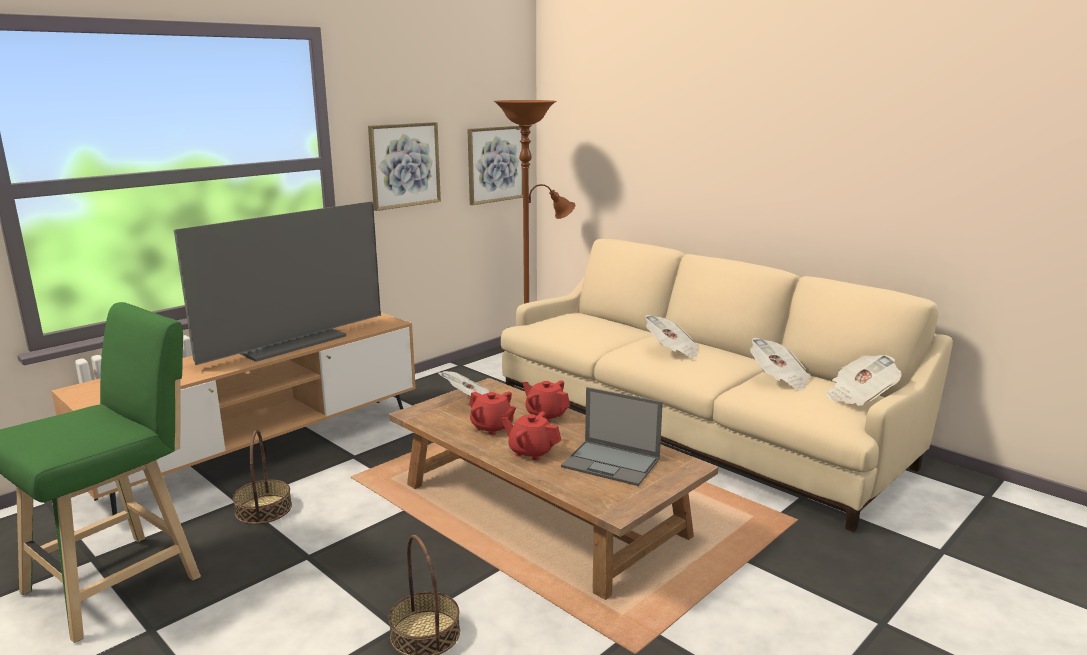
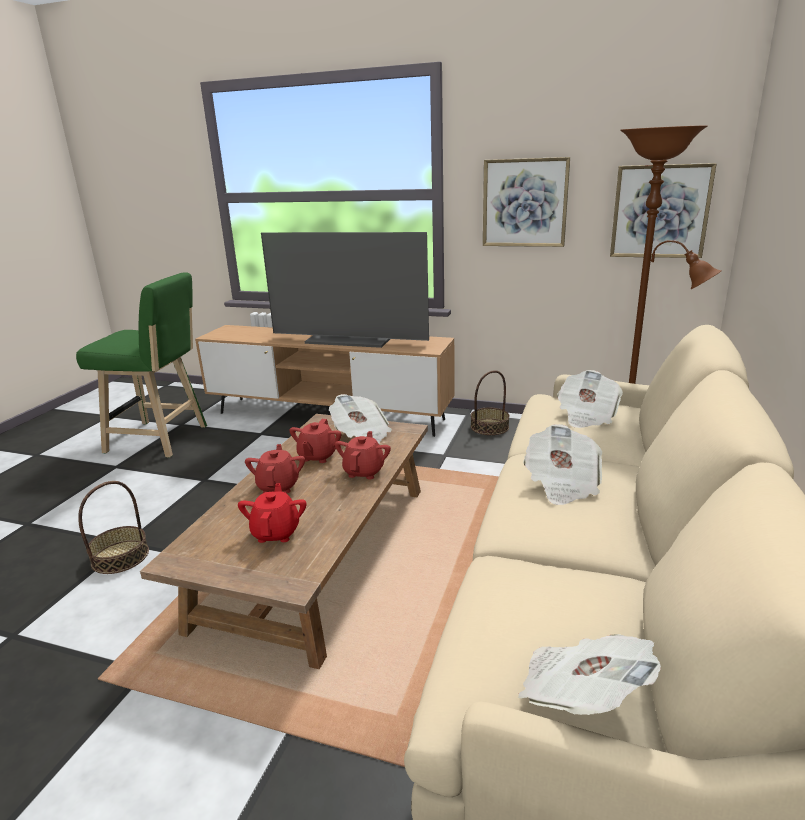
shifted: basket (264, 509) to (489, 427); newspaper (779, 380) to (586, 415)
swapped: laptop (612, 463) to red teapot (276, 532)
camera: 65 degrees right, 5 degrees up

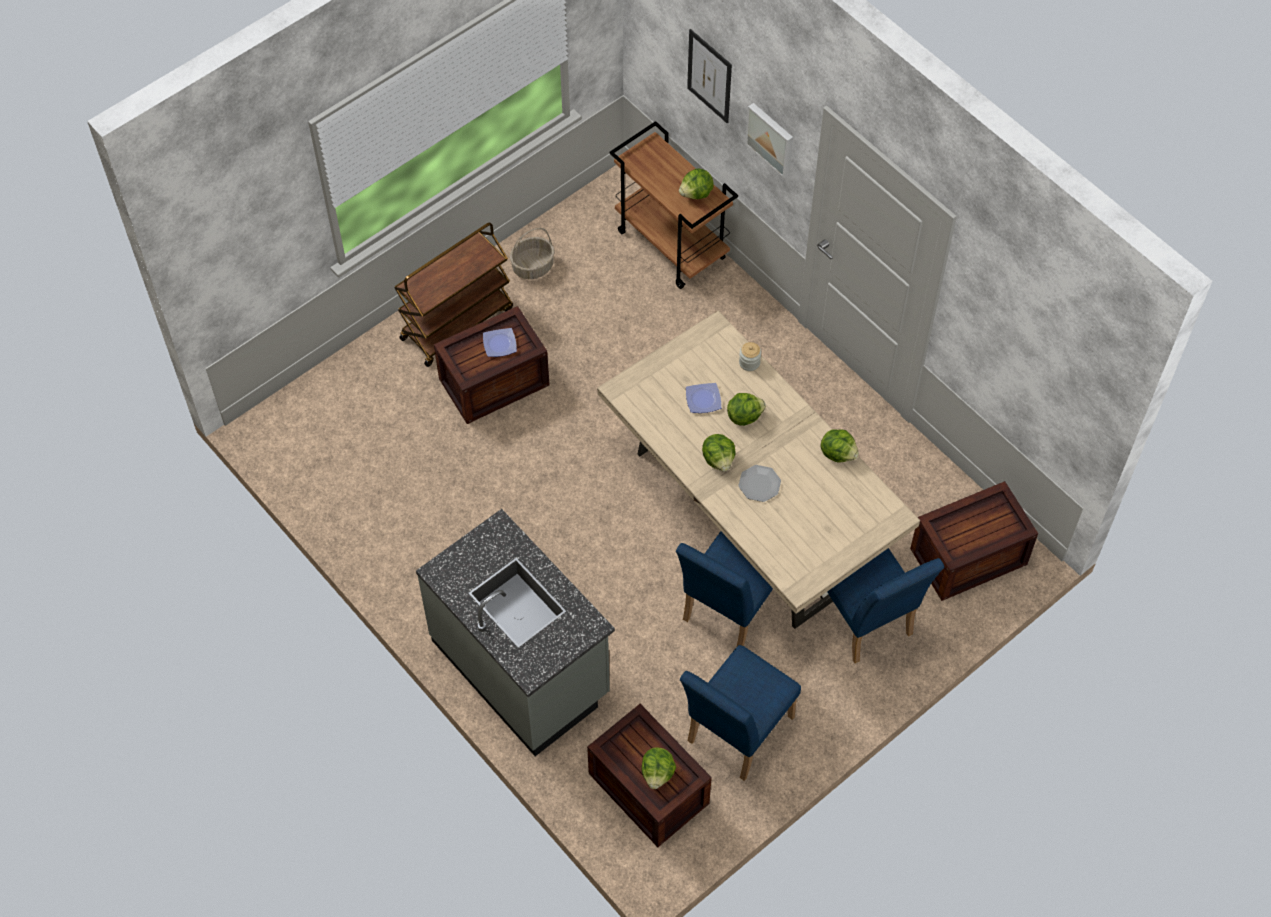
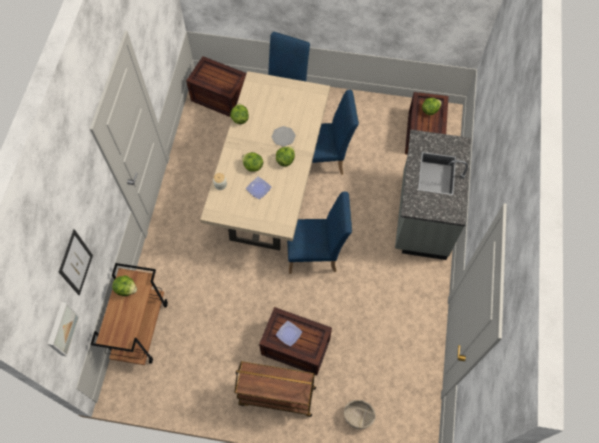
shifted: basket (532, 267) to (358, 416); blue chair (735, 734) to (316, 255); picture (771, 138) to (61, 329)
camera: 130 degrees left, 5 degrees up

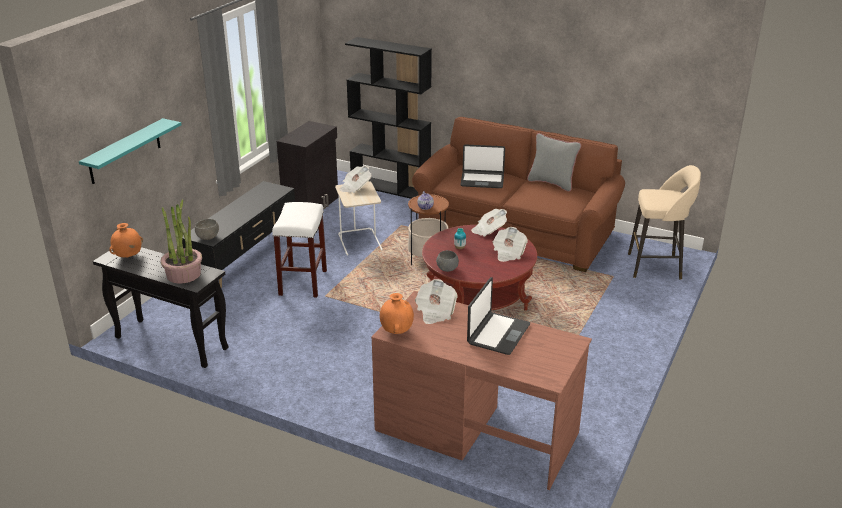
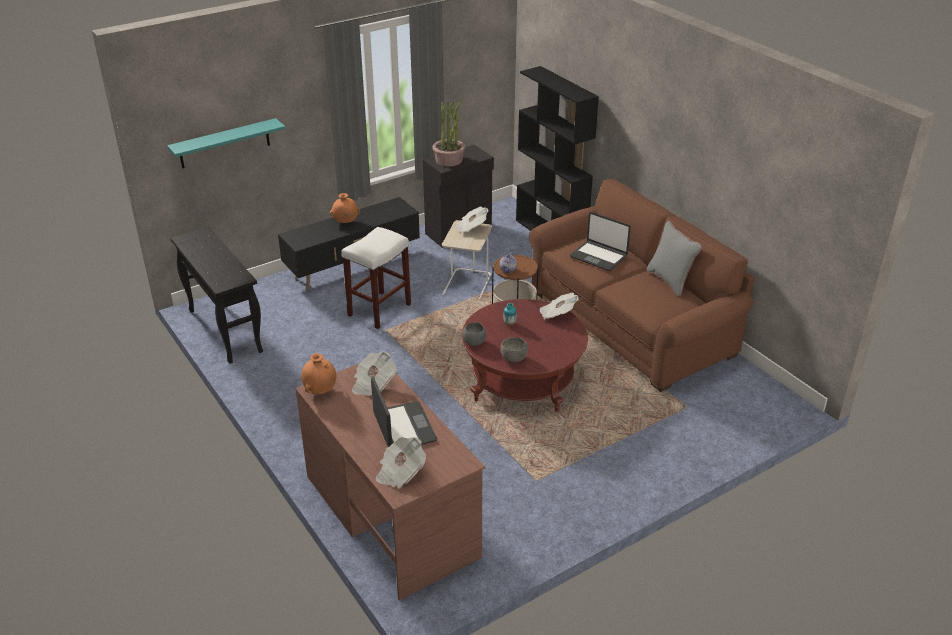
gone: beige stool (656, 266)
shifted: orange vase (128, 257) to (345, 222); potted plant (183, 274) to (449, 160); grey bowl (208, 237) to (514, 358); newspaper (508, 253) to (400, 472)
rotated: laptop (497, 334) = (403, 427) 75 degrees counterclockwise
camera: 30 degrees right, 5 degrees up

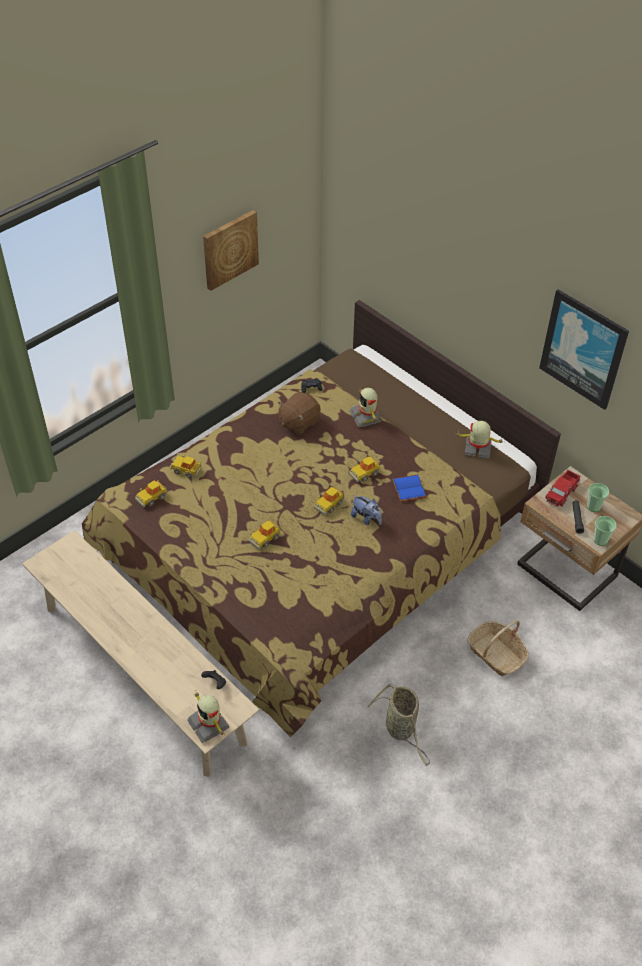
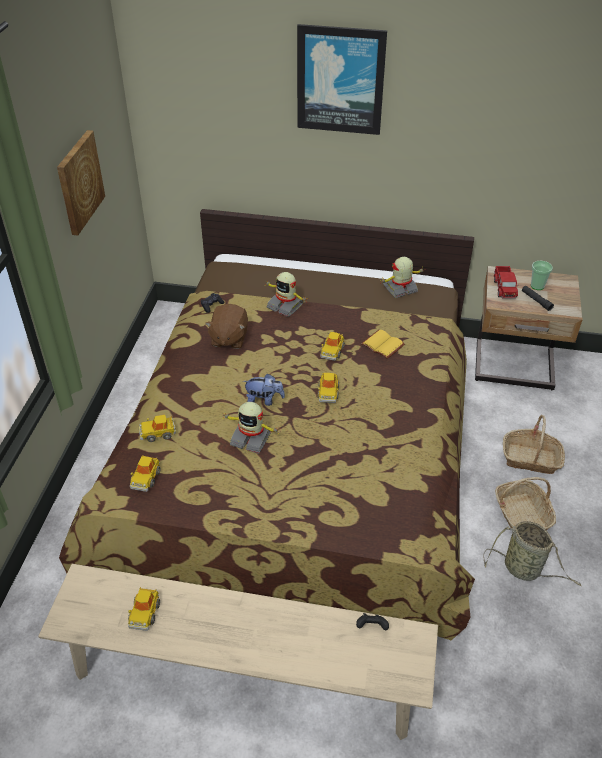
gone: cup (600, 540)
new: basket (521, 514)
shifted: toy robot (209, 724) to (251, 438); toy car (265, 538) to (144, 613); plush toy (366, 518) to (264, 400); picture (583, 349) to (340, 80)
repainted: blue book (410, 489) to yellow book (384, 344)
camera: 35 degrees left, 5 degrees down

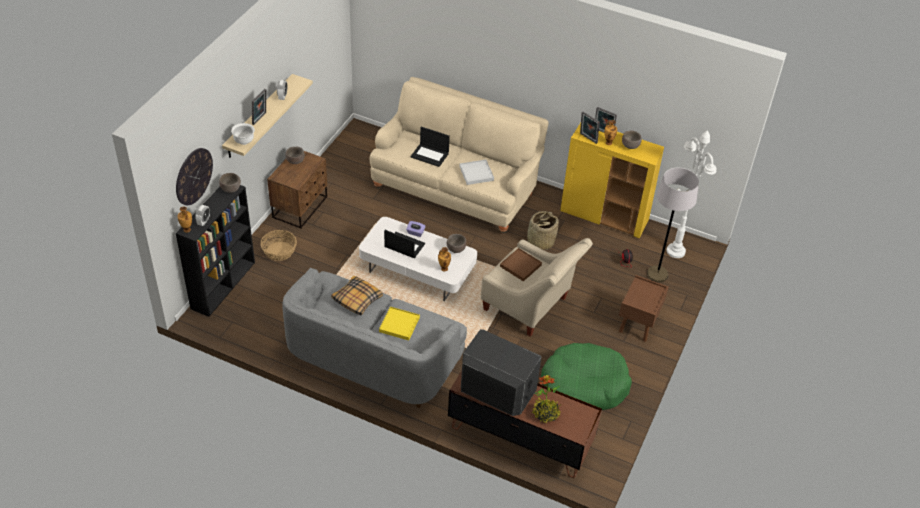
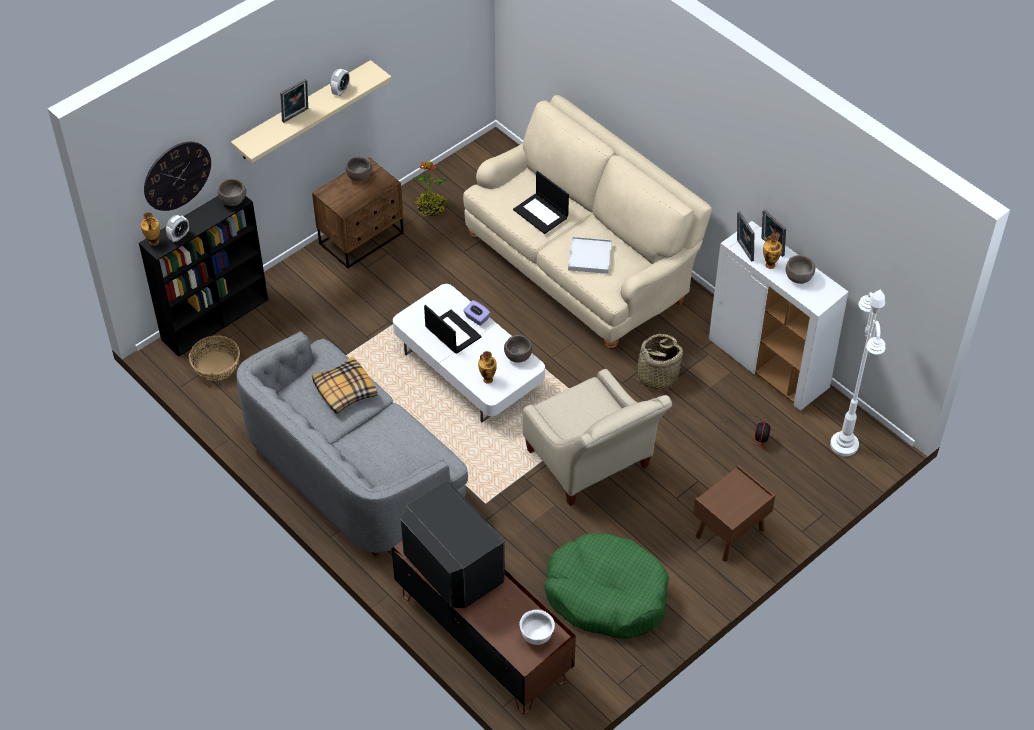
gone: yellow tray (399, 324); brown tray (520, 266); grey floor lamp (657, 274)
shifted: white bowl (244, 141) to (536, 636); basket (279, 251) to (216, 366); potted plant (546, 413) to (431, 208)
repainted: yellow cabinet (604, 216) to white cabinet (769, 364)
camera: 25 degrees right, 5 degrees up

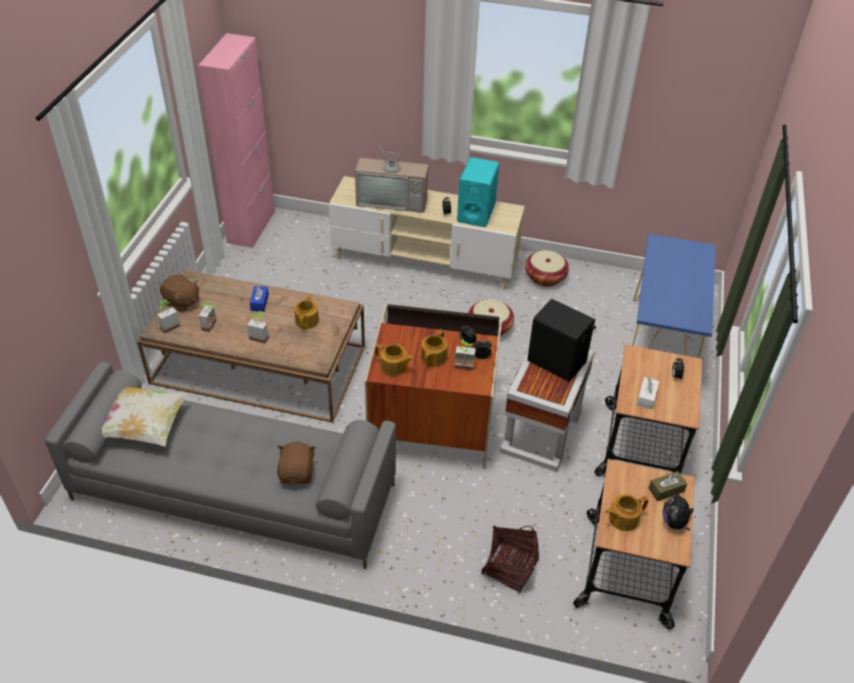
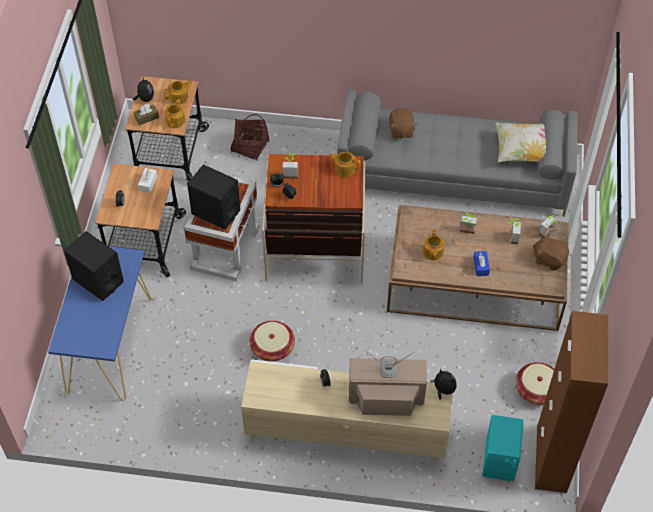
new: black speaker (98, 281); plush toy (443, 390)
shifted: teapot (433, 358) to (176, 120); turquoise speaker (476, 212) to (499, 460); basket (545, 277) to (536, 390)
repainted: pink cabinet (251, 227) to brown cabinet (551, 459)
camera: 175 degrees right, 10 degrees up

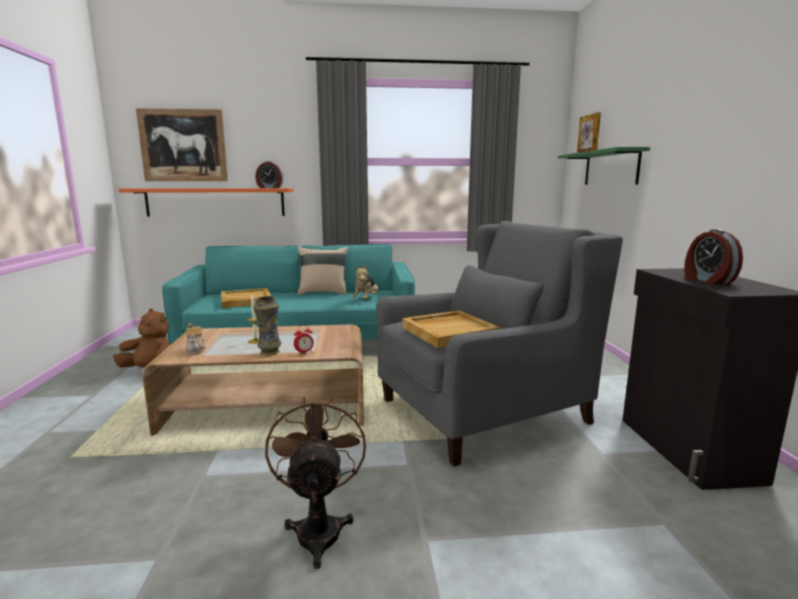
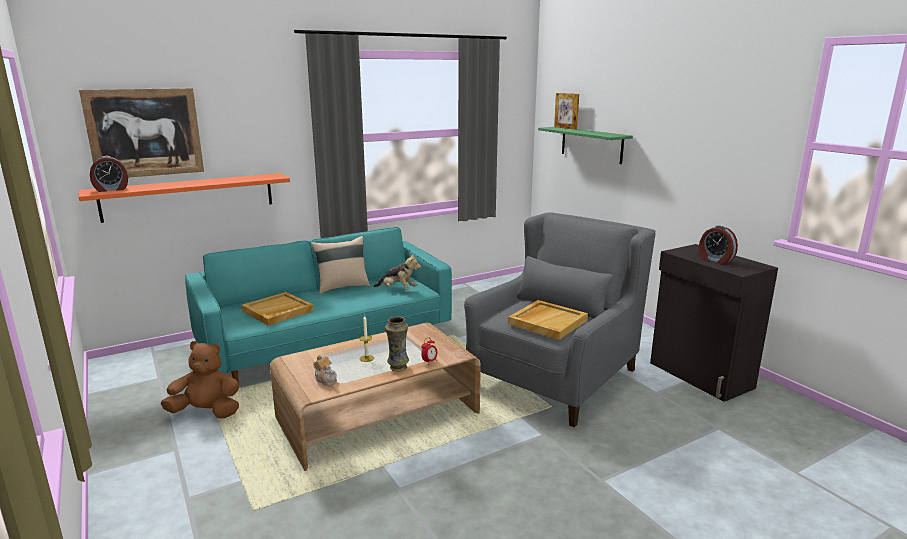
gone: brown fan (319, 528)
shifted: alarm clock (269, 188) to (111, 189)
rotated: plush toy (366, 300) = (398, 290) 60 degrees counterclockwise
camera: 25 degrees left, 5 degrees up

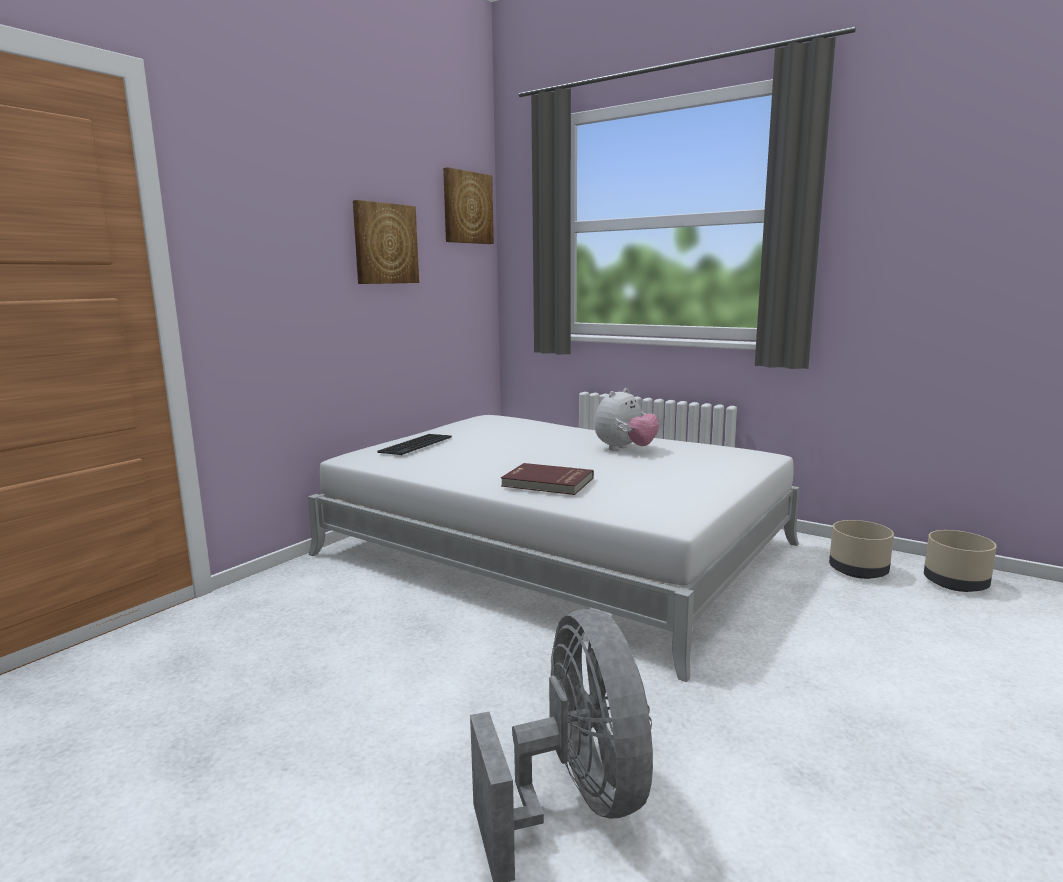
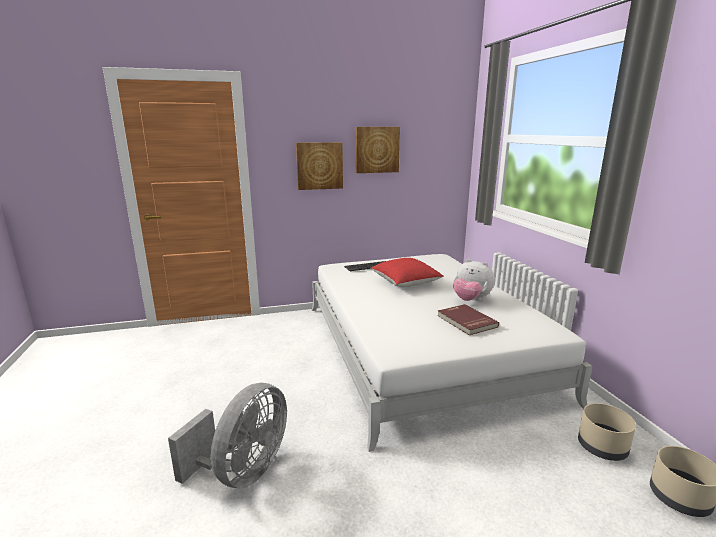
new: red pillow (405, 283)
shifted: picture (467, 208) to (319, 166); red book (547, 483) to (466, 321)
rotated: plush toy (625, 449) = (471, 300) 45 degrees clockwise
camera: 40 degrees right, 5 degrees up

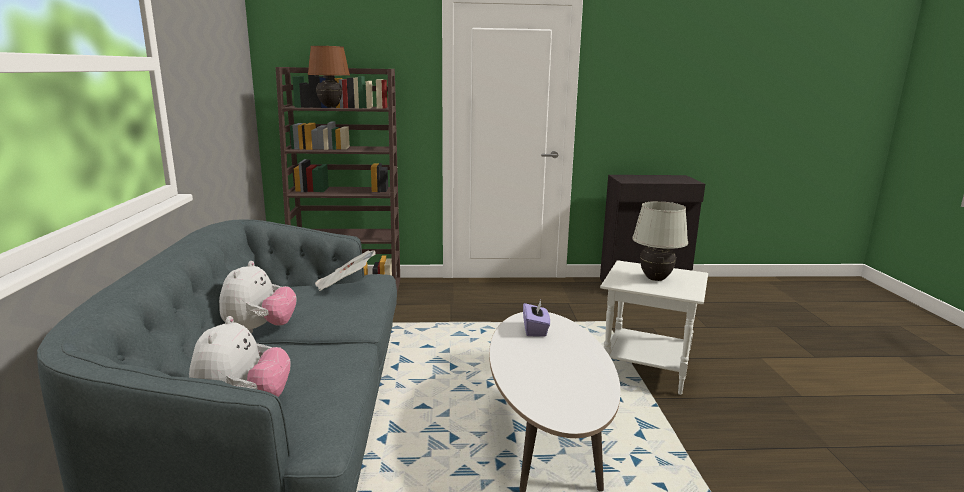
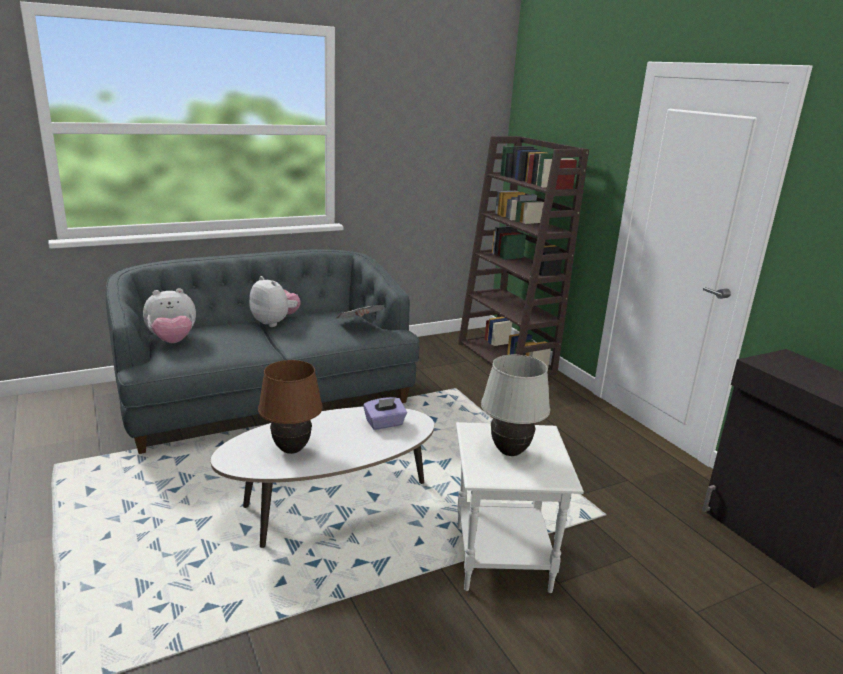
shifted: brown table lamp (330, 107) to (291, 449)
rotated: plush toy (260, 330) = (275, 322) 120 degrees counterclockwise
camera: 65 degrees right, 5 degrees up

